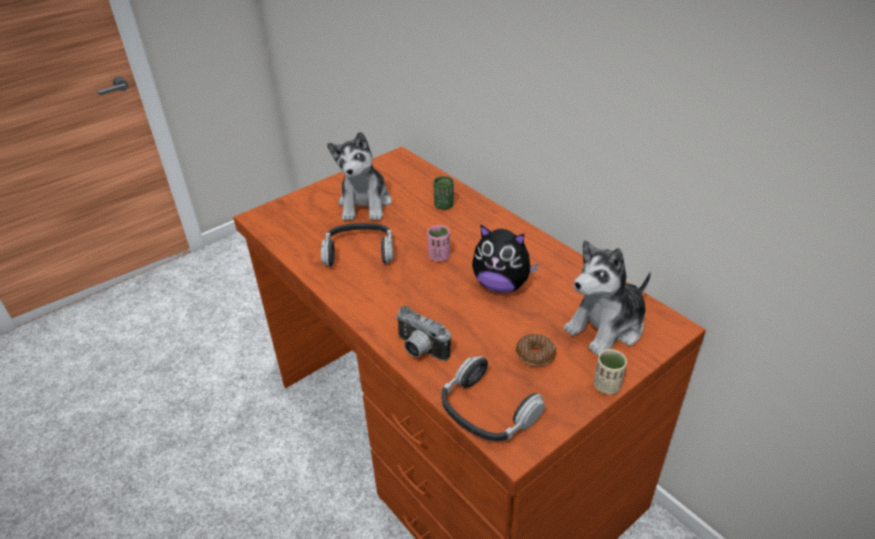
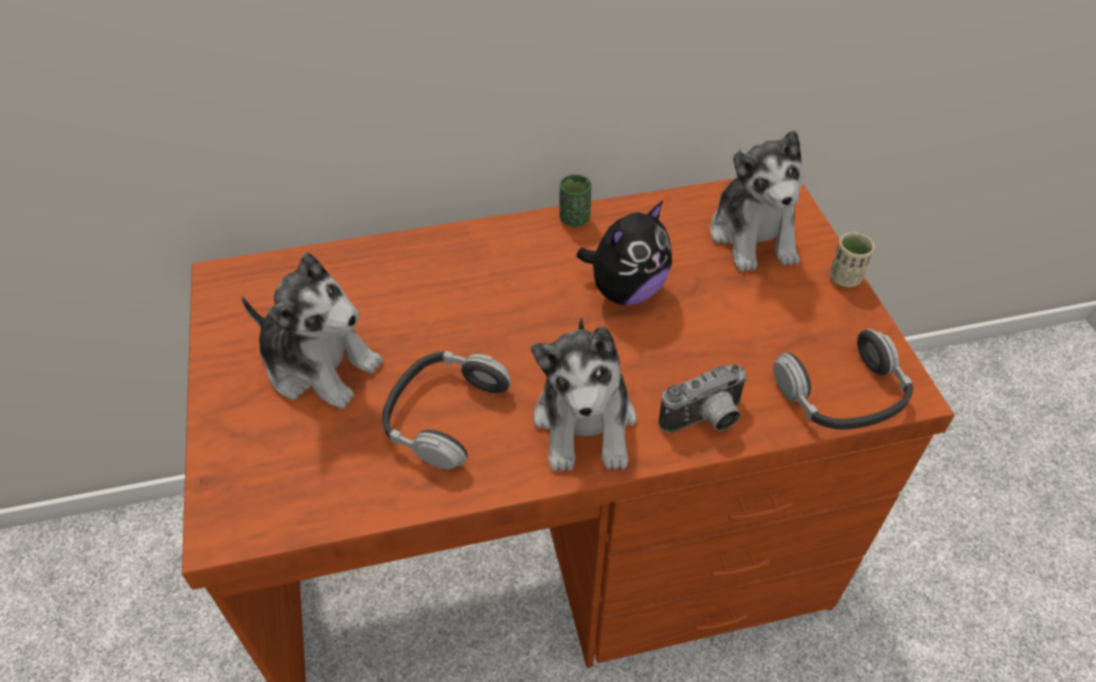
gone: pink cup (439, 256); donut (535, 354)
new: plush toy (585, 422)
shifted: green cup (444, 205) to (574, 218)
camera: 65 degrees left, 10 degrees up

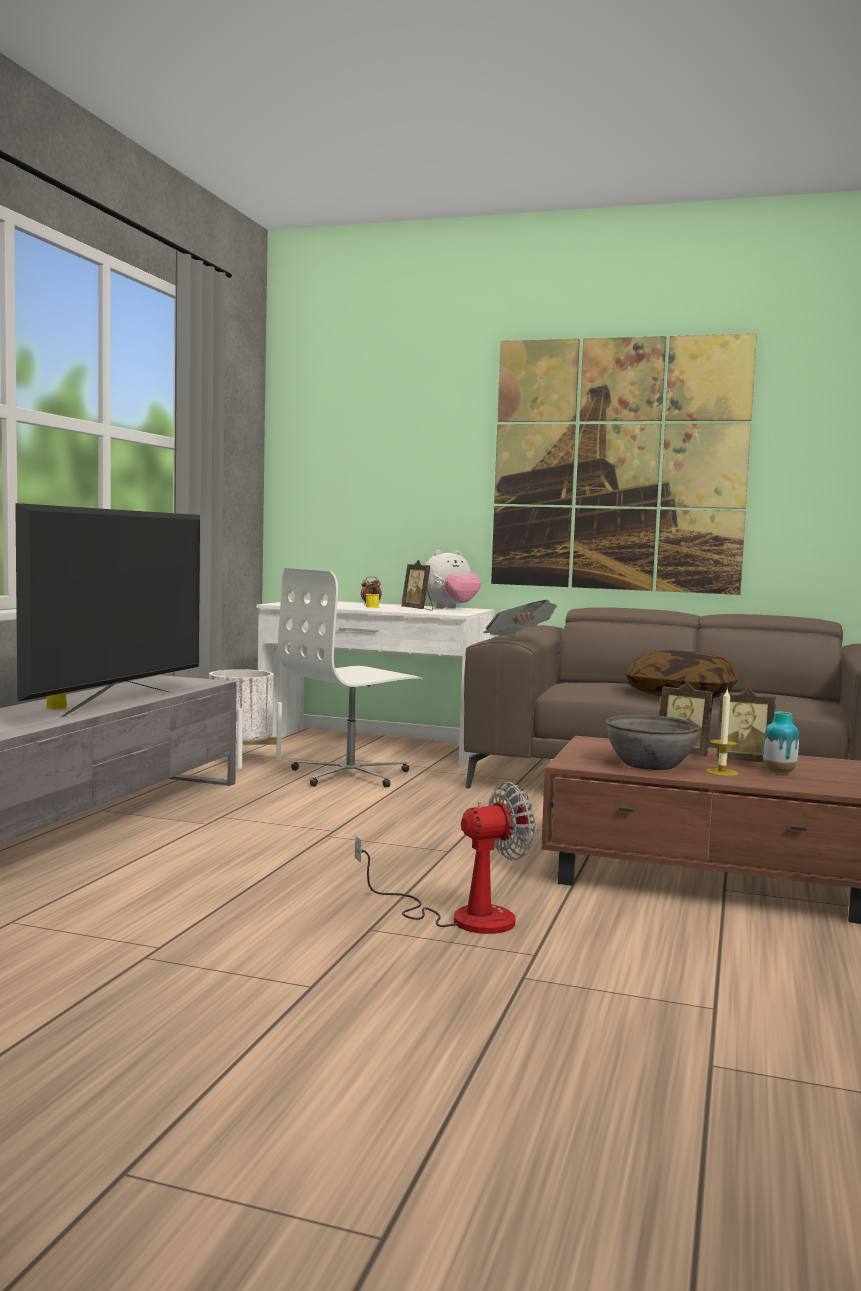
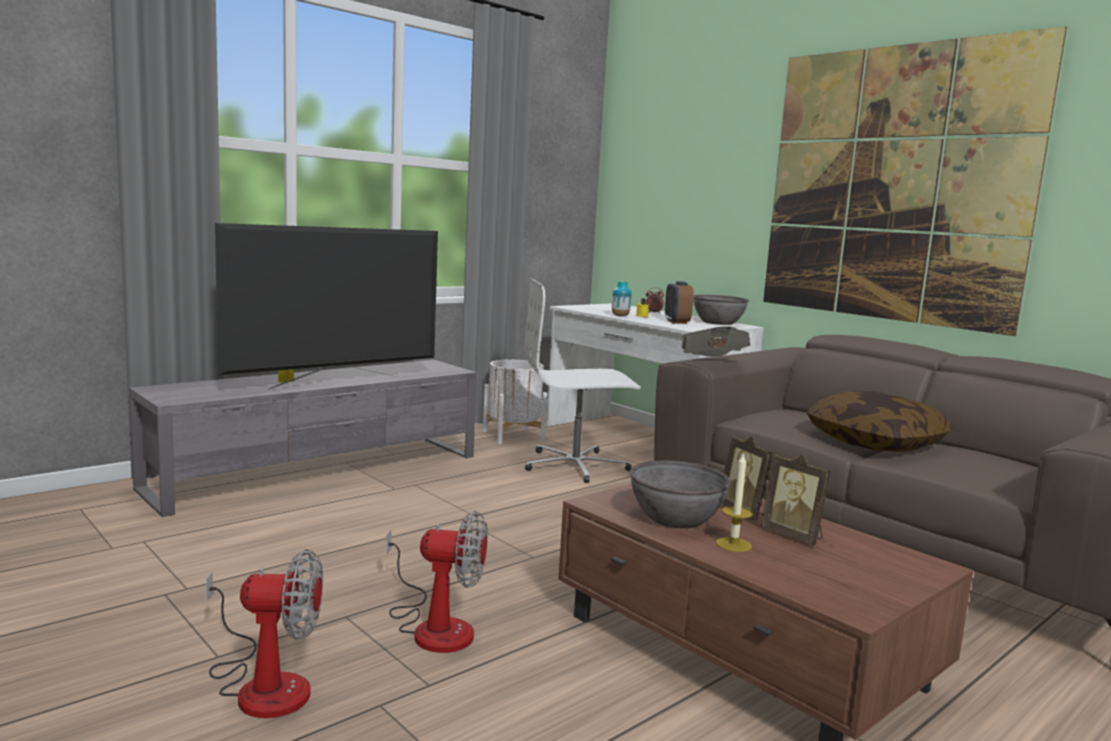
new: fan (263, 684)
shifted: vase (779, 772) to (620, 316)
swapped: picture frame (418, 609) to alarm clock (677, 322); plush toy (450, 608) to grey bowl (718, 322)
camera: 30 degrees right, 5 degrees up

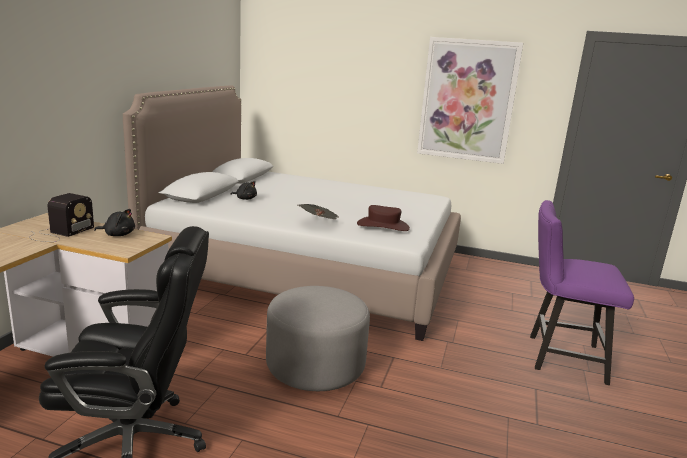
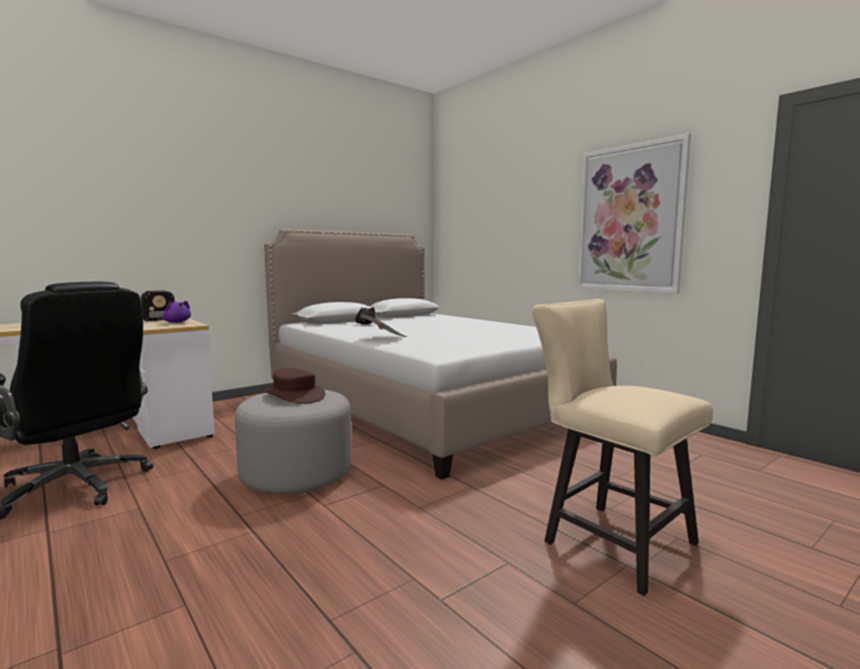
shifted: brown hat (383, 226) to (294, 395)
repainted: black plush toy (118, 234) to purple plush toy (176, 322); purple chair (559, 357) to beige chair (609, 539)
camera: 35 degrees right, 10 degrees down

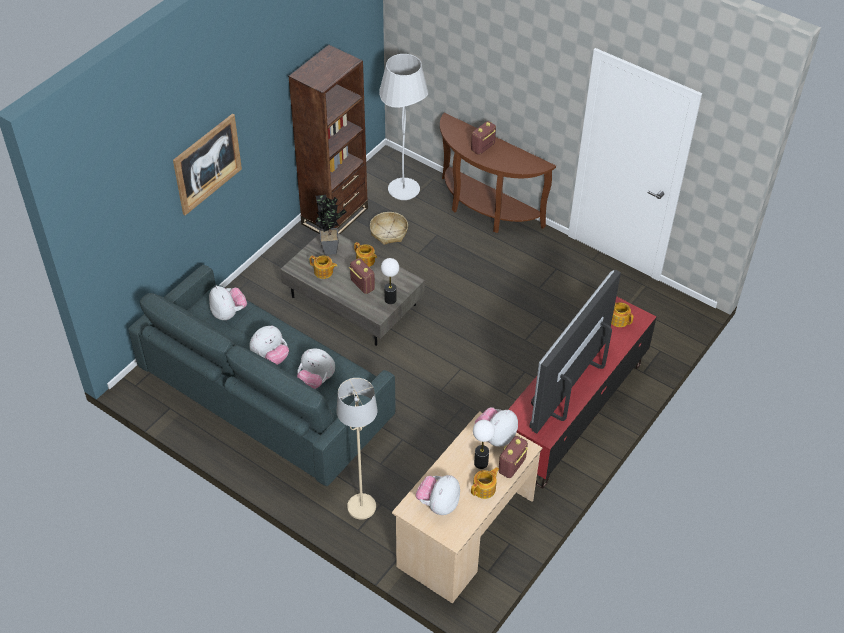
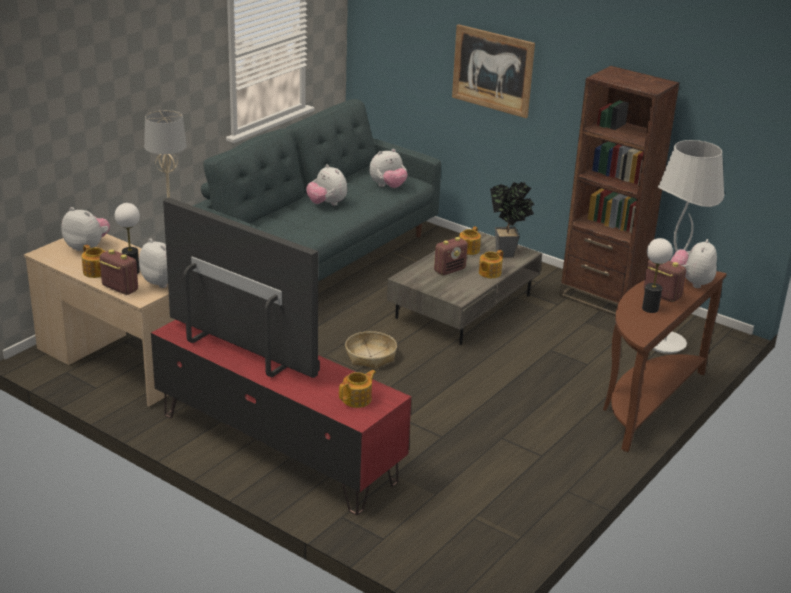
shifted: plush toy (316, 380) to (691, 282); basket (389, 232) to (371, 356); table lamp (390, 299) to (650, 309)
camera: 90 degrees right, 20 degrees down

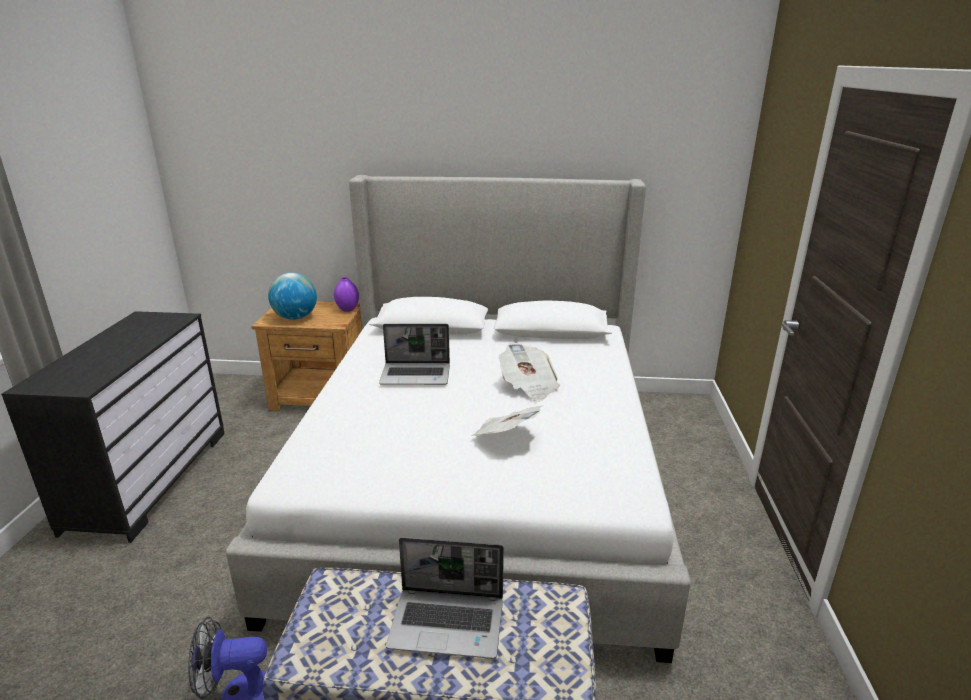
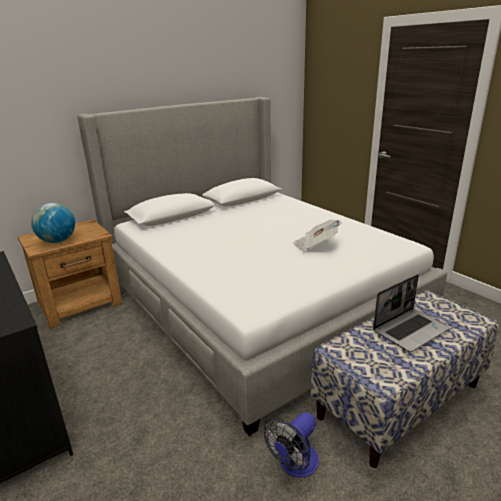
gone: purple vase (347, 309); laptop (416, 375); newspaper (528, 386)
camera: 40 degrees left, 0 degrees up

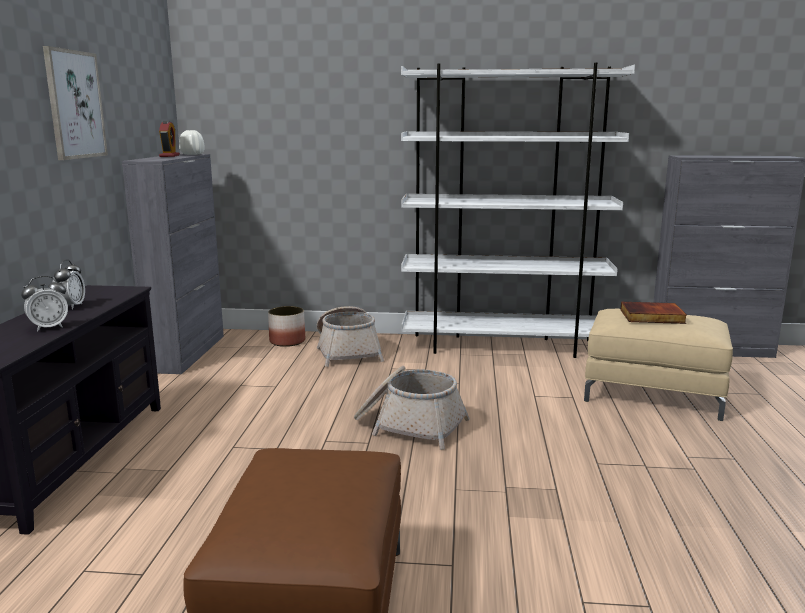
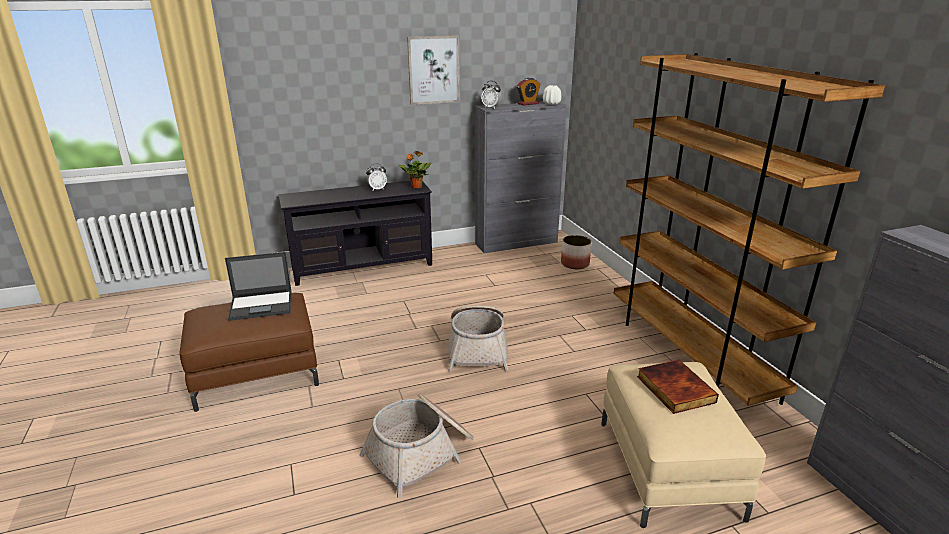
new: laptop (262, 305); potted plant (416, 187)
shifted: alarm clock (49, 327) to (491, 108); basket (348, 351) to (421, 453)
repainted: white bookcase (503, 346) to brown bookcase (689, 354)
camera: 65 degrees right, 10 degrees up

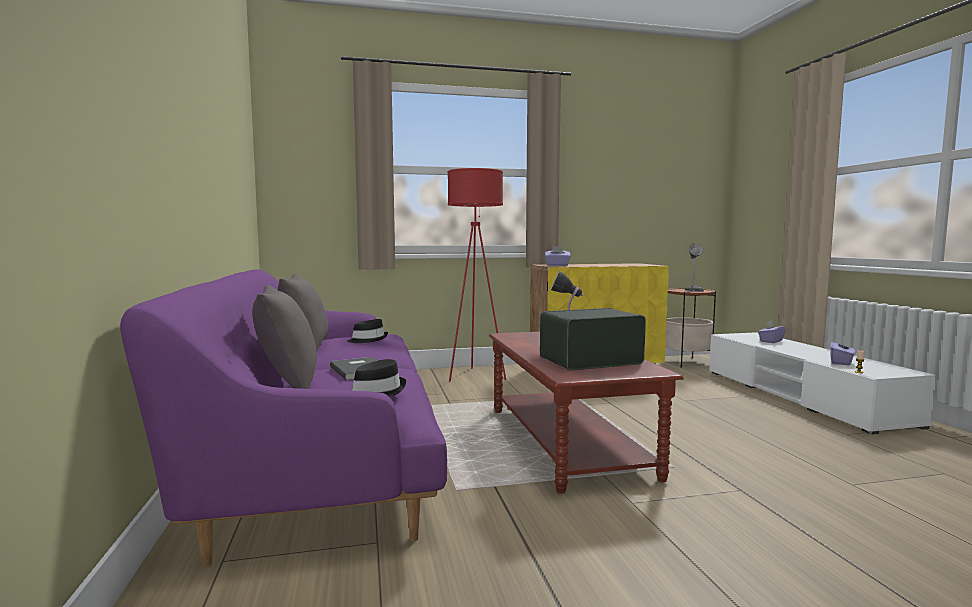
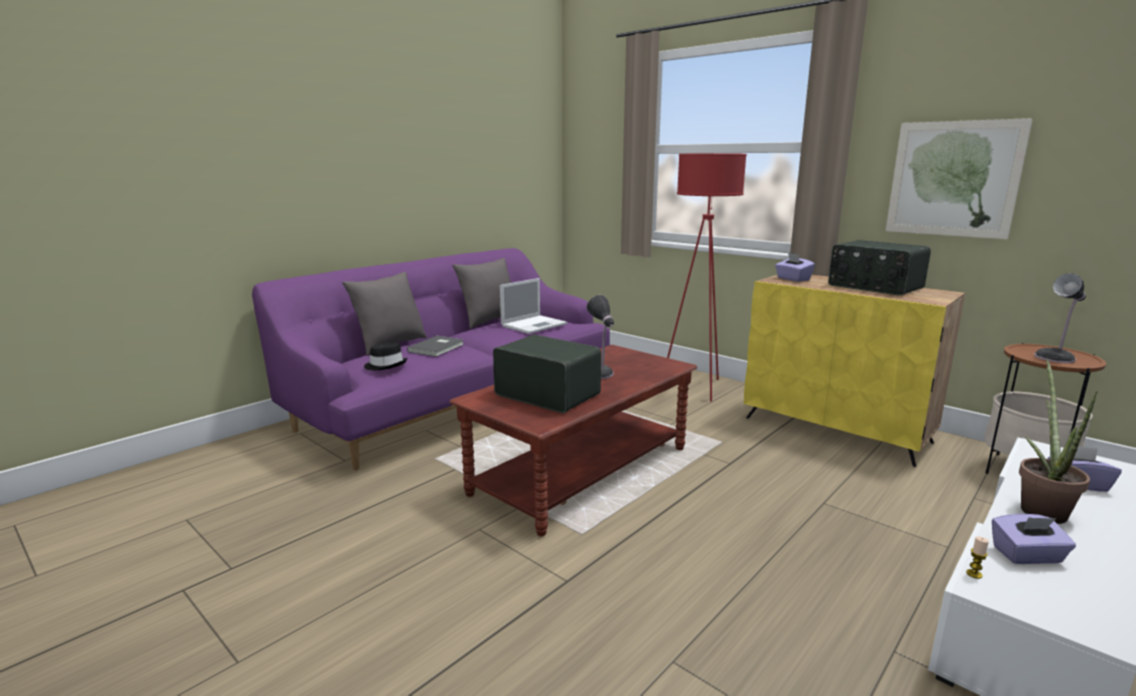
new: radio (874, 287); picture (953, 179); potted plant (1040, 508)
swapped: black hat (368, 340) to laptop (534, 325)
camera: 55 degrees right, 10 degrees up

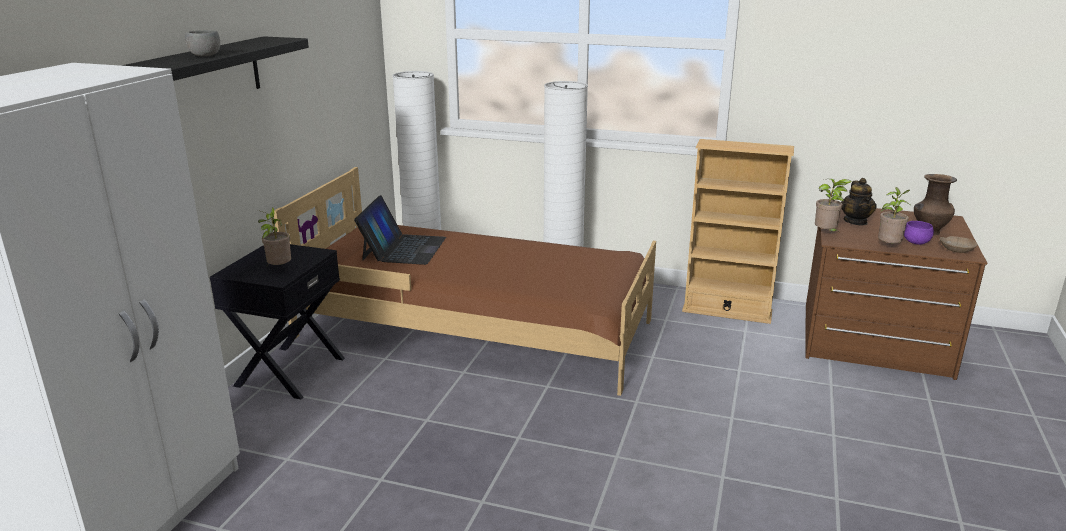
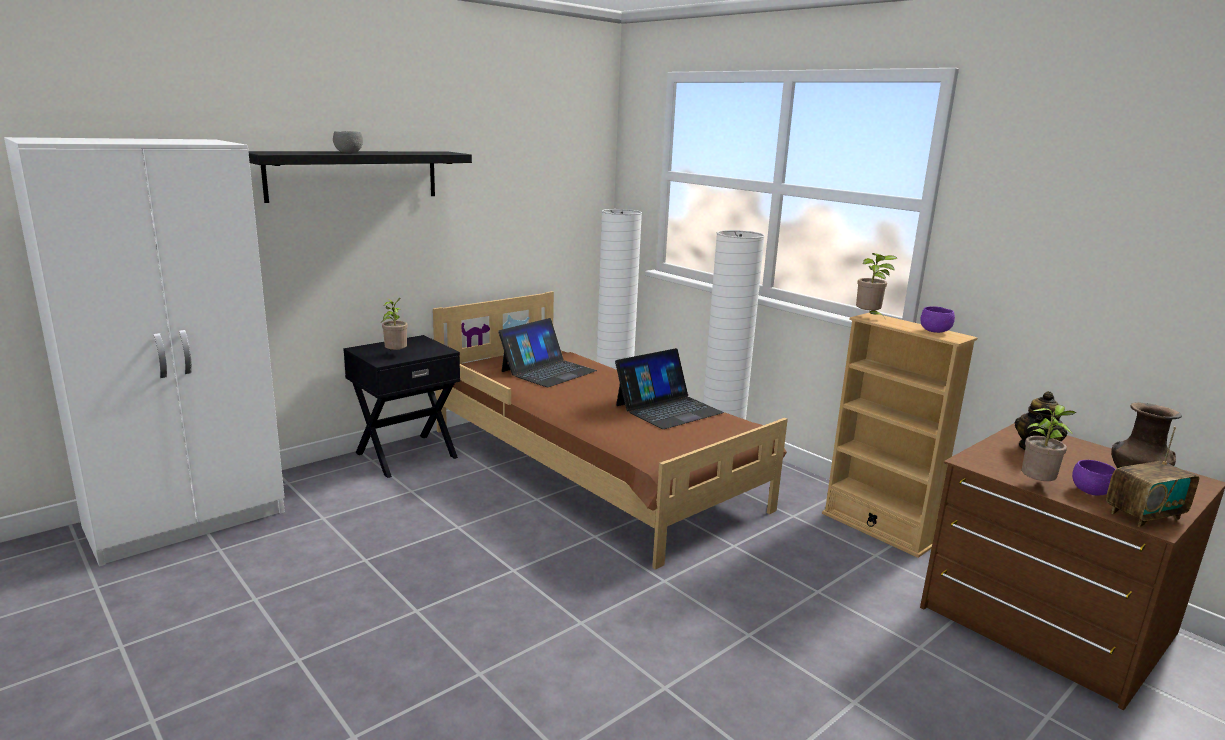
new: laptop (668, 409); purple bowl (935, 331)
shifted: potted plant (826, 234) to (869, 317)
swapped: beige bowl (956, 250) to radio (1144, 515)
camera: 30 degrees right, 5 degrees down

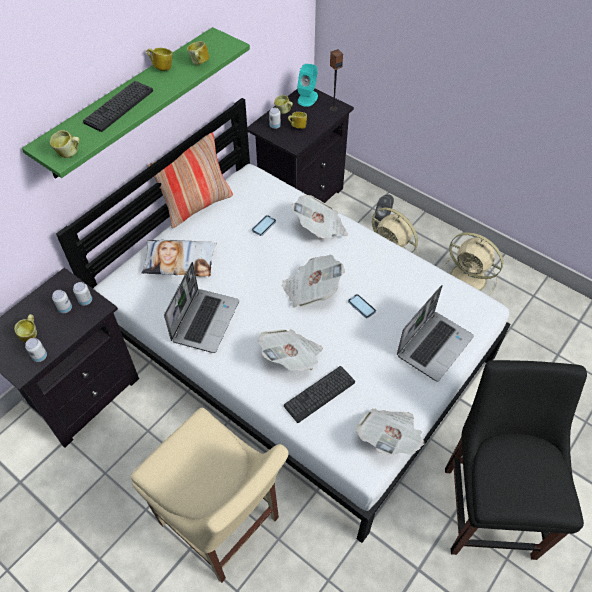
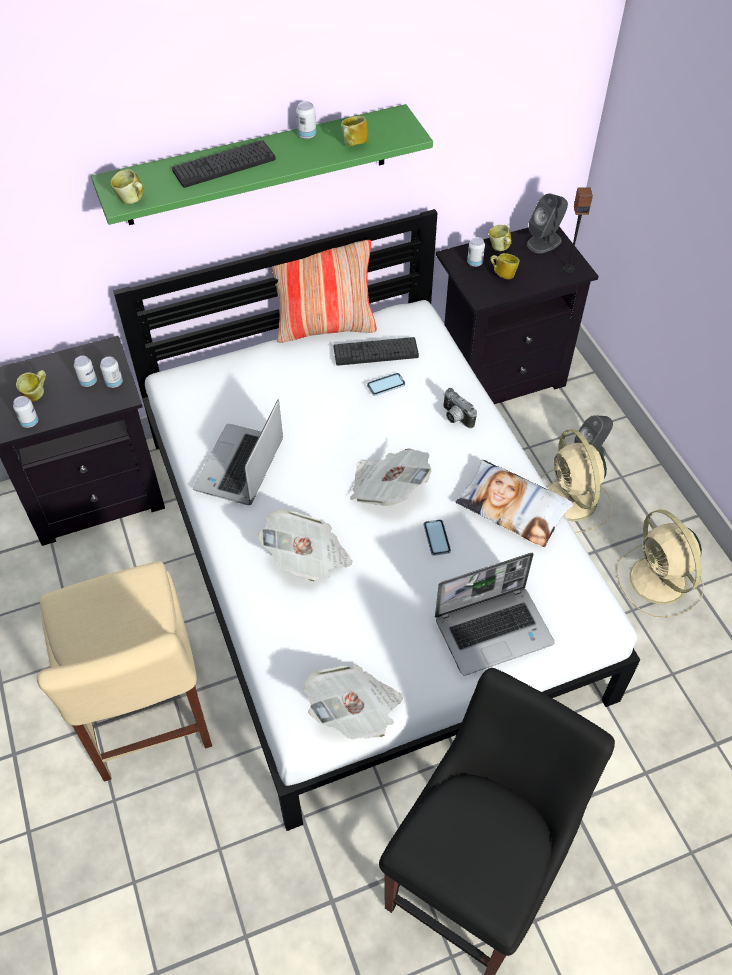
shifted: pillow (180, 261) to (513, 507); keyboard (319, 394) to (375, 352)
swapped: mug (162, 67) to can (307, 135); newspaper (320, 228) to photo camera (455, 418)
repainted: turquoise speaker (308, 98) to grey speaker (544, 242)
rotated: laptop (205, 320) = (240, 467) 150 degrees clockwise
camera: 30 degrees right, 0 degrees up

